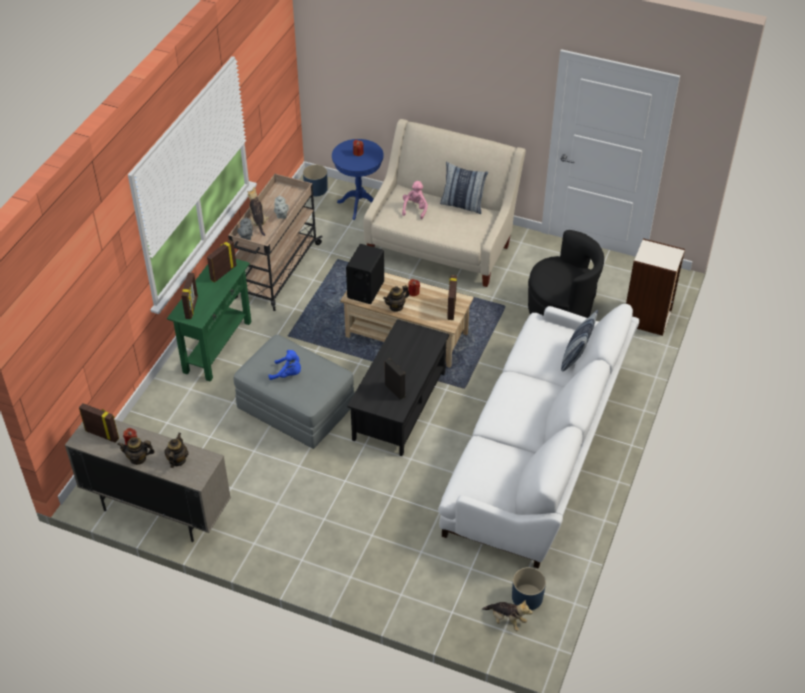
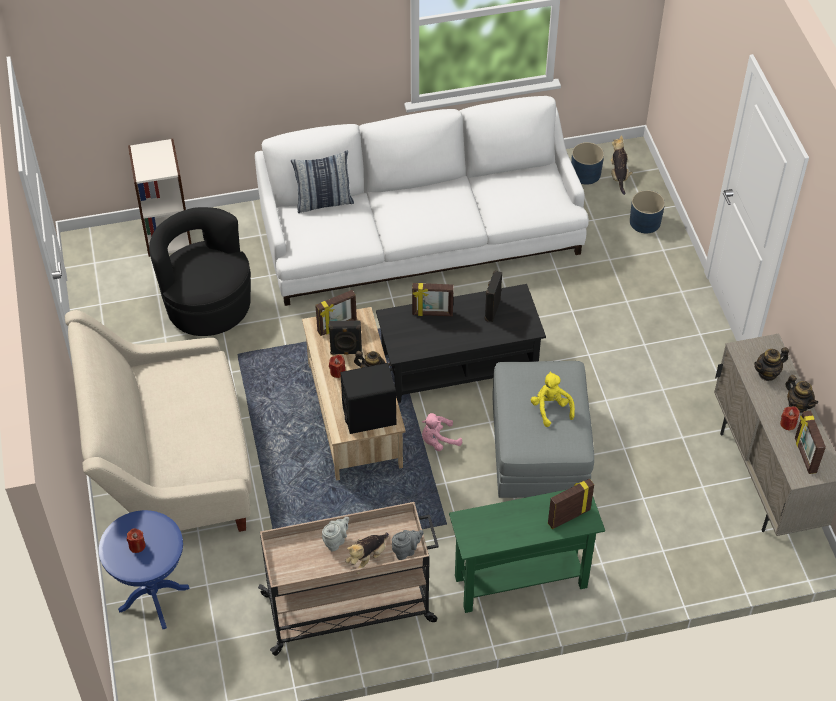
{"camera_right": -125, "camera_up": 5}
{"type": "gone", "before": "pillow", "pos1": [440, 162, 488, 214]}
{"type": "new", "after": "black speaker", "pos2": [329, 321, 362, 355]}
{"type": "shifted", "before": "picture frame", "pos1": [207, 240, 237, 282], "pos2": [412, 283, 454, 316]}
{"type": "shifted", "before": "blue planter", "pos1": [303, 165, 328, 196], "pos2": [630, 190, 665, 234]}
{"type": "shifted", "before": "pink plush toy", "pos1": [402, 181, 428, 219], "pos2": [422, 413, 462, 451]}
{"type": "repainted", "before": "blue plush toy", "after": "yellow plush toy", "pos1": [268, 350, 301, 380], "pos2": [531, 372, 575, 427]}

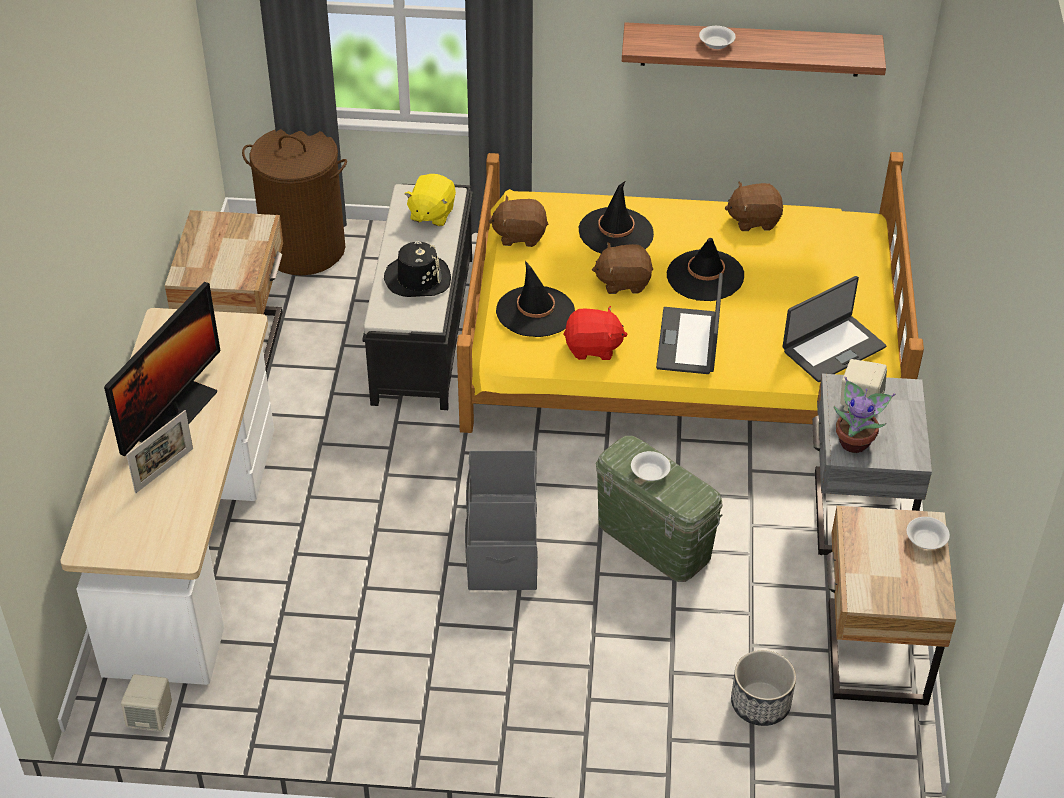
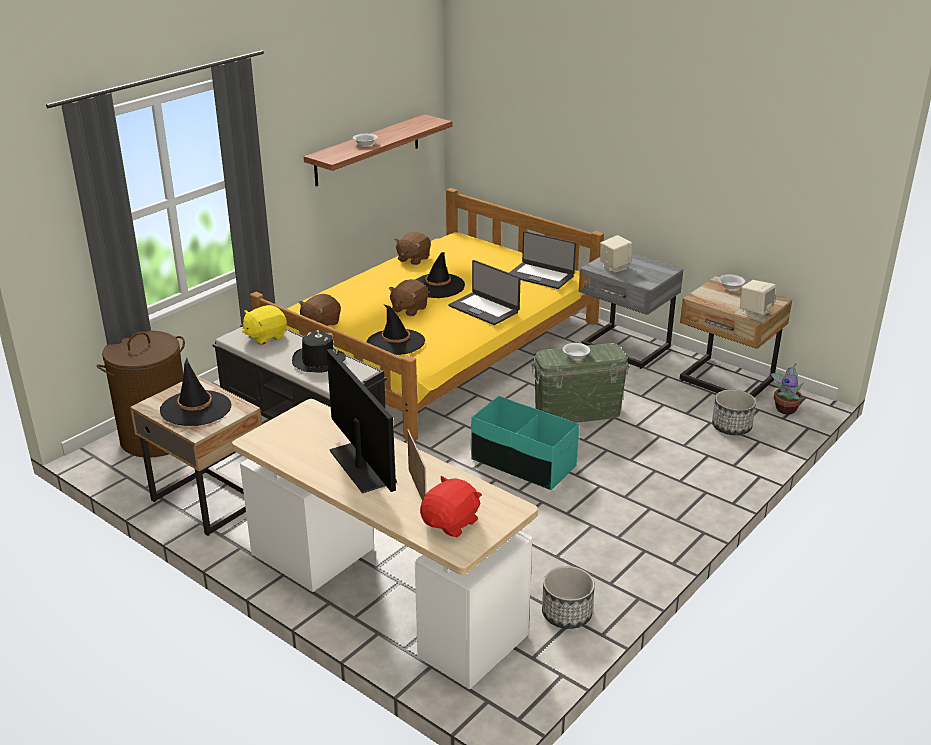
{"camera_right": -55, "camera_up": -15}
{"type": "new", "after": "planter", "pos2": [542, 566, 595, 629]}
{"type": "shifted", "before": "beige speaker", "pos1": [121, 674, 172, 732], "pos2": [740, 280, 776, 319]}
{"type": "shifted", "before": "red plush toy", "pos1": [563, 306, 628, 360], "pos2": [420, 476, 482, 537]}
{"type": "shifted", "before": "black hat", "pos1": [579, 181, 654, 253], "pos2": [160, 358, 231, 426]}
{"type": "shifted", "before": "potted plant", "pos1": [834, 377, 896, 453], "pos2": [769, 363, 803, 415]}
{"type": "repainted", "before": "grey storage box", "after": "turquoise storage box", "pos1": [465, 451, 538, 591], "pos2": [471, 396, 579, 490]}
{"type": "rotated", "before": "yellow plush toy", "pos1": [404, 174, 456, 226], "pos2": [242, 305, 287, 345], "turn": 90}
{"type": "rotated", "before": "laptop", "pos1": [782, 276, 886, 382], "pos2": [509, 231, 576, 289], "turn": 120}

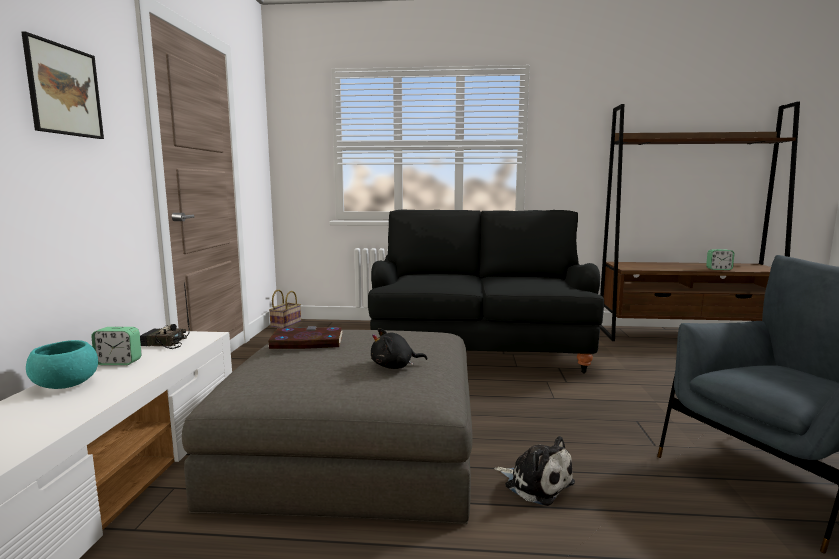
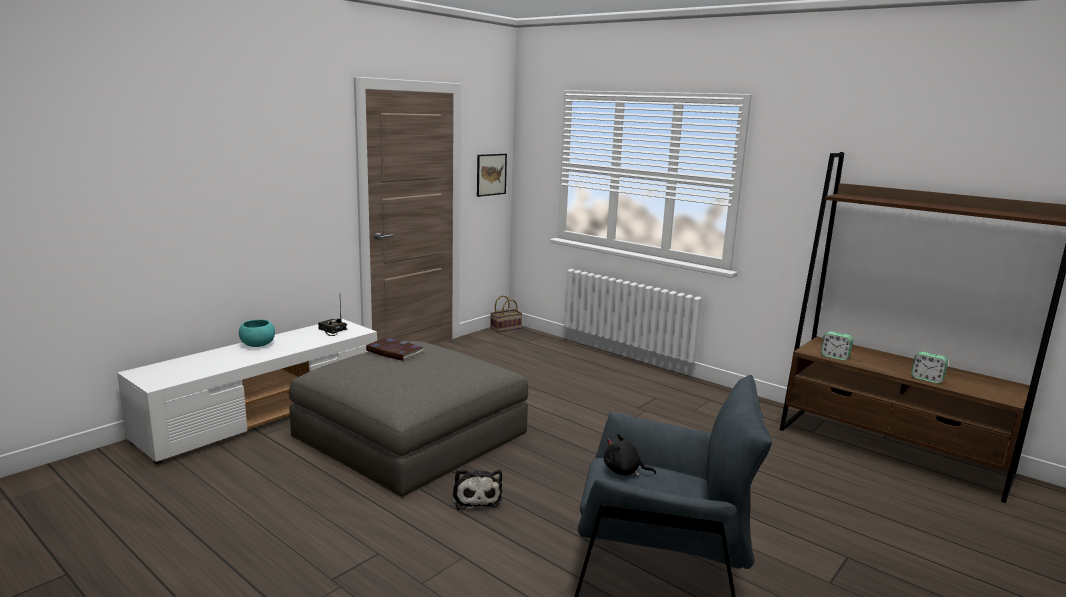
{"camera_right": 35, "camera_up": 5}
{"type": "gone", "before": "black sofa", "pos1": [368, 209, 604, 374]}
{"type": "shifted", "before": "picture", "pos1": [21, 31, 104, 139], "pos2": [477, 154, 507, 197]}
{"type": "shifted", "before": "alarm clock", "pos1": [91, 327, 142, 365], "pos2": [821, 331, 853, 360]}
{"type": "shifted", "before": "black plush toy", "pos1": [371, 328, 427, 369], "pos2": [604, 434, 656, 476]}

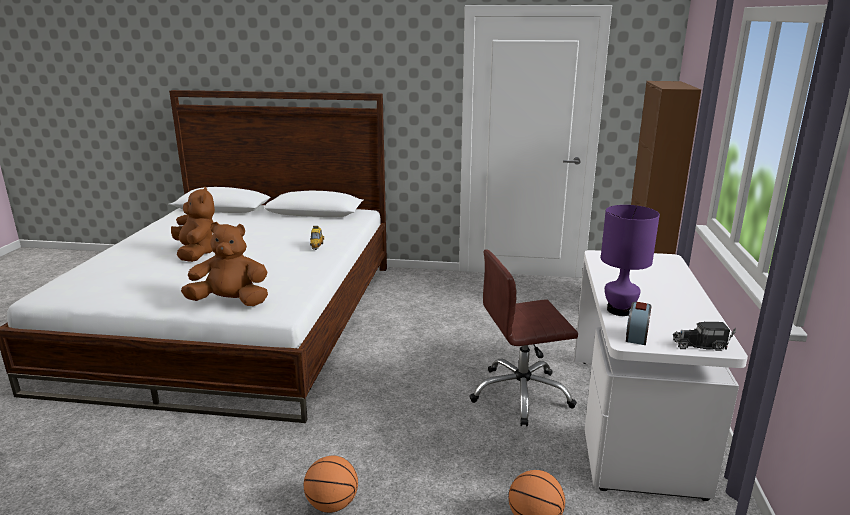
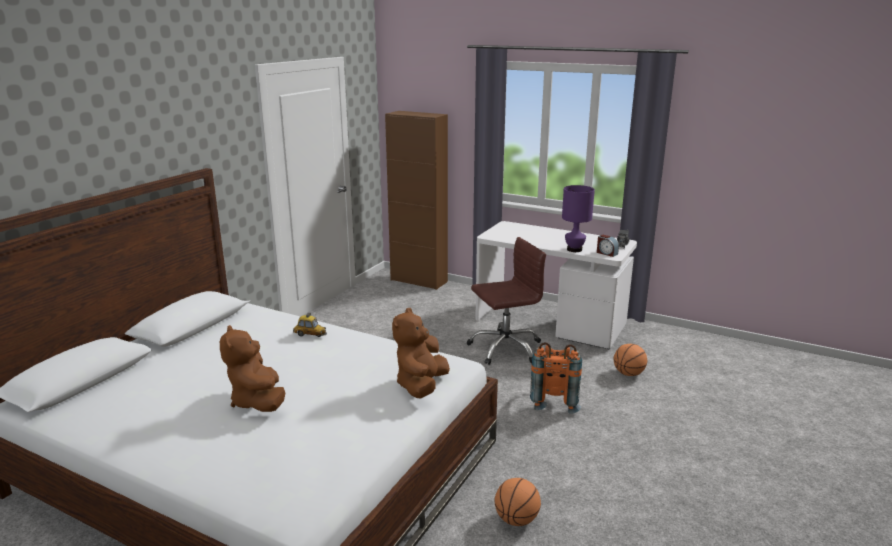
{"camera_right": -70, "camera_up": 0}
{"type": "new", "after": "orange backpack", "pos2": [530, 342, 582, 414]}
{"type": "shifted", "before": "basketball", "pos1": [304, 455, 358, 513], "pos2": [495, 478, 541, 526]}
{"type": "rotated", "before": "brown plush toy", "pos1": [171, 187, 215, 262], "pos2": [220, 325, 285, 412], "turn": -105}
{"type": "rotated", "before": "brown office chair", "pos1": [469, 249, 578, 427], "pos2": [467, 237, 546, 365], "turn": -120}

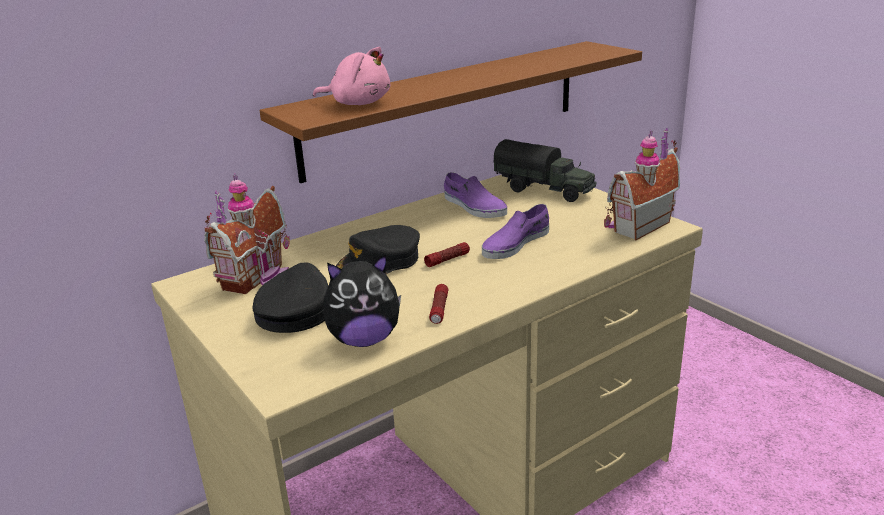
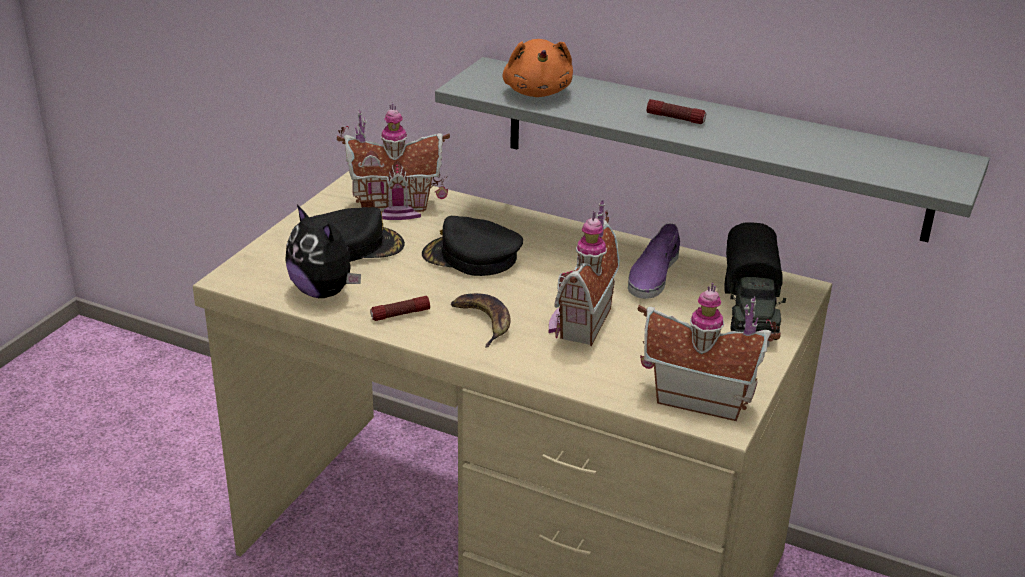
{"camera_right": 60, "camera_up": 5}
{"type": "new", "after": "banana", "pos2": [451, 293, 511, 348]}
{"type": "shifted", "before": "flashlight", "pos1": [424, 242, 470, 267], "pos2": [647, 99, 706, 124]}
{"type": "swapped", "before": "purple shoe", "after": "toy house", "pos1": [482, 204, 549, 259], "pos2": [549, 200, 620, 346]}
{"type": "repainted", "before": "brown shelf", "after": "grey shelf", "pos1": [260, 41, 642, 183], "pos2": [435, 57, 990, 242]}
{"type": "repainted", "before": "pink plush toy", "after": "orange plush toy", "pos1": [313, 47, 390, 105], "pos2": [503, 39, 573, 97]}

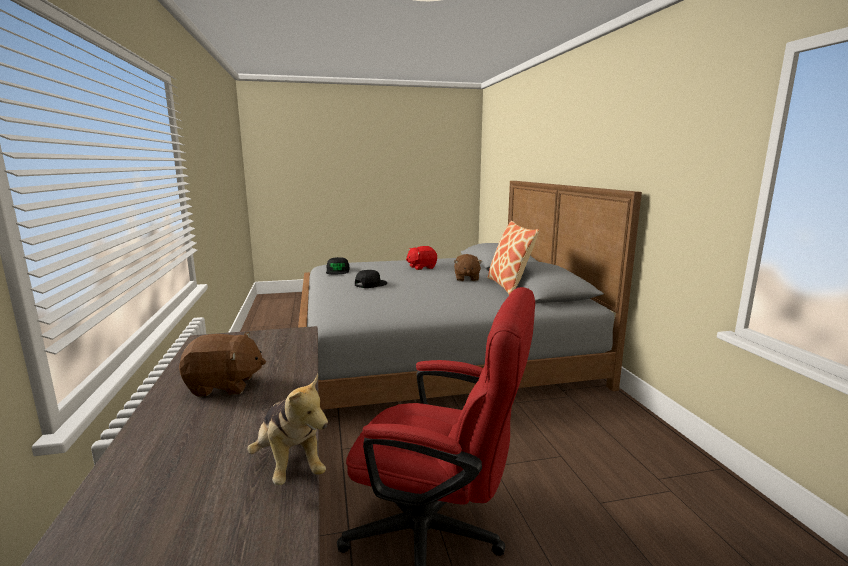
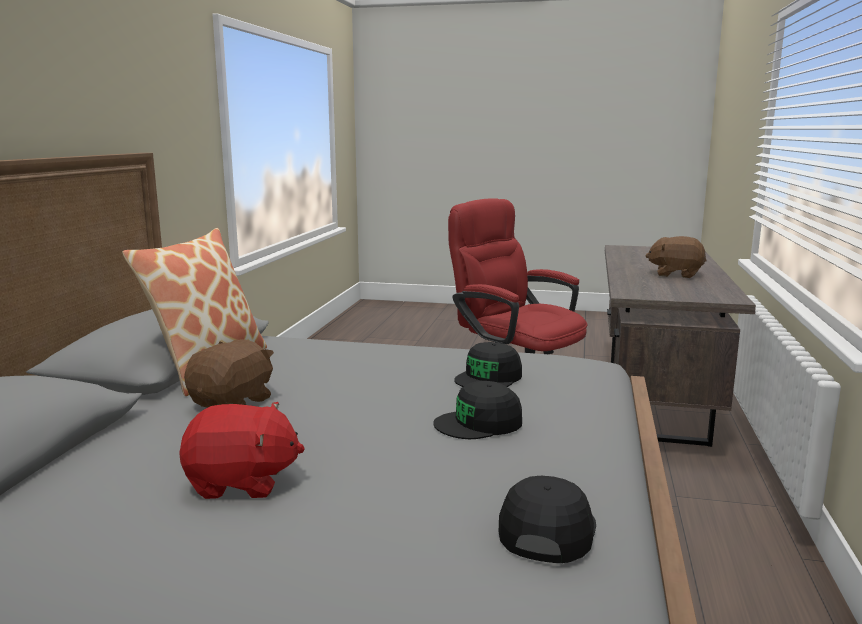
{"camera_right": -155, "camera_up": 0}
{"type": "gone", "before": "plush toy", "pos1": [247, 374, 328, 485]}
{"type": "new", "after": "black cap", "pos2": [454, 342, 522, 387]}

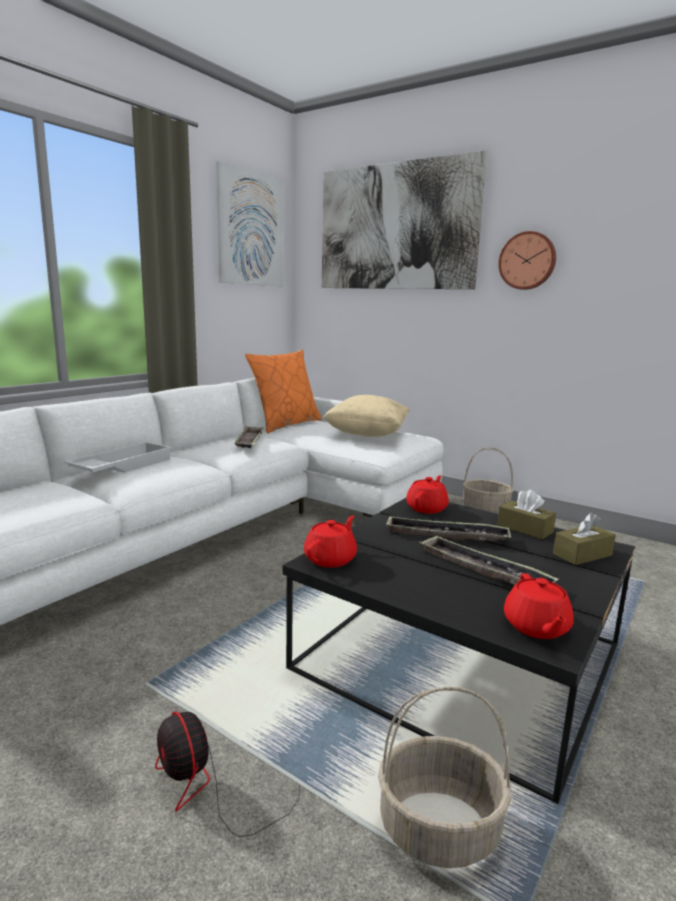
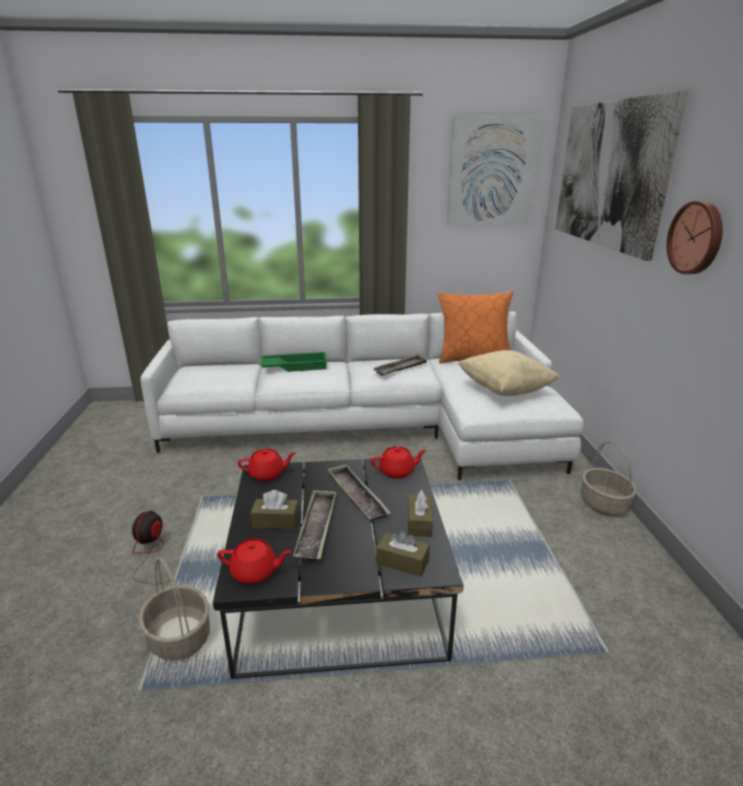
{"camera_right": 50, "camera_up": 10}
{"type": "new", "after": "brown tissue box", "pos2": [250, 490, 299, 529]}
{"type": "repainted", "before": "white tray", "after": "green tray", "pos1": [64, 442, 173, 473], "pos2": [261, 352, 328, 372]}
{"type": "rotated", "before": "red teapot", "pos1": [504, 573, 574, 639], "pos2": [217, 538, 292, 584], "turn": -135}

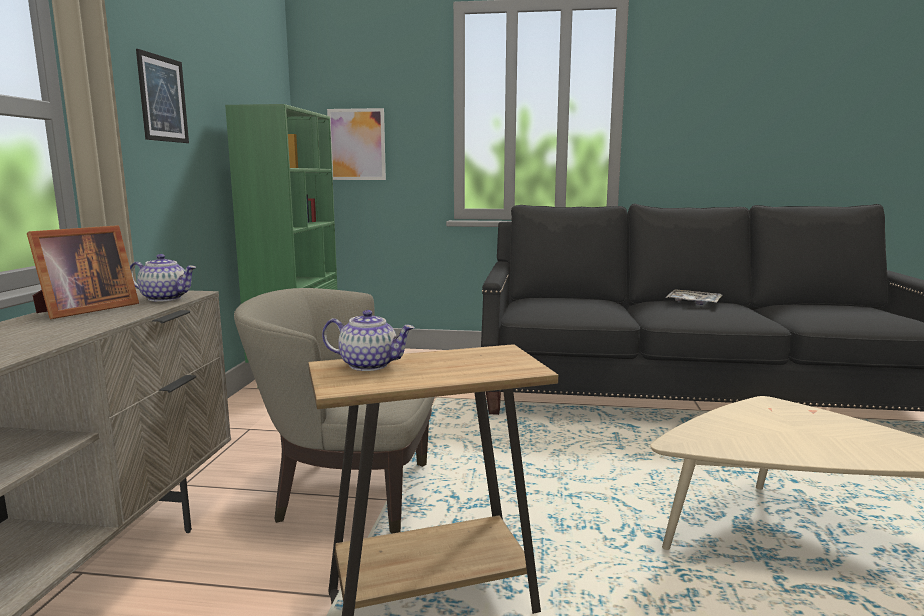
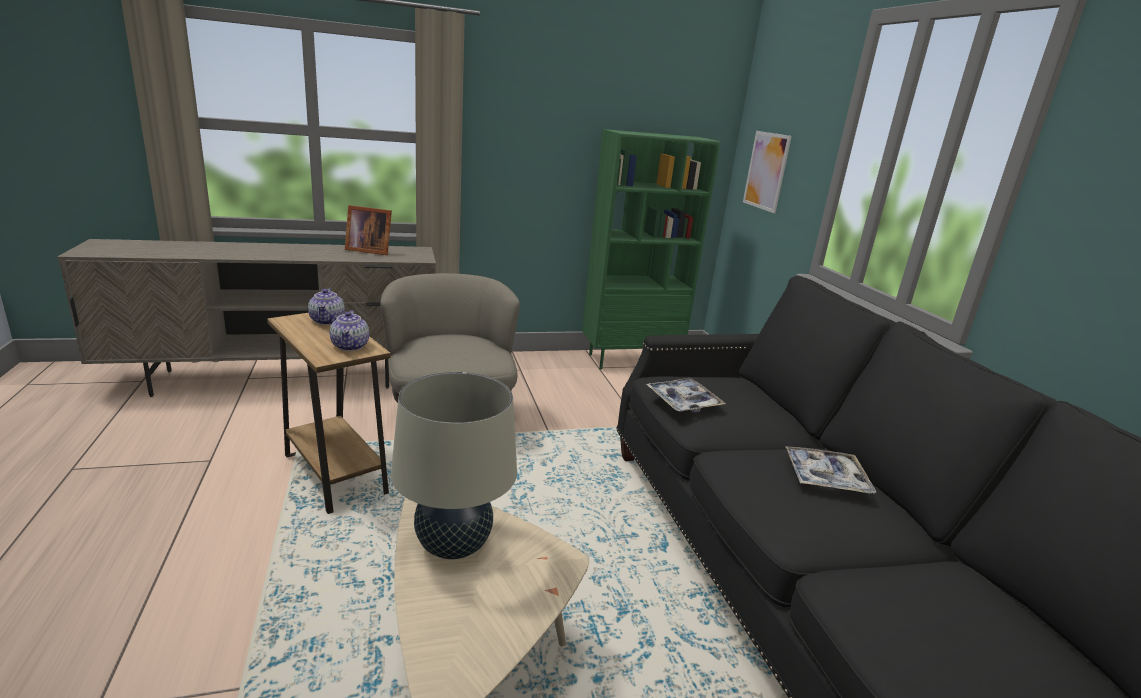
{"camera_right": 65, "camera_up": 10}
{"type": "gone", "before": "picture", "pos1": [136, 49, 189, 143]}
{"type": "new", "after": "beige table lamp", "pos2": [391, 372, 517, 559]}
{"type": "new", "after": "tray", "pos2": [646, 378, 726, 413]}
{"type": "shifted", "before": "teapot", "pos1": [130, 254, 196, 302], "pos2": [330, 310, 369, 351]}

